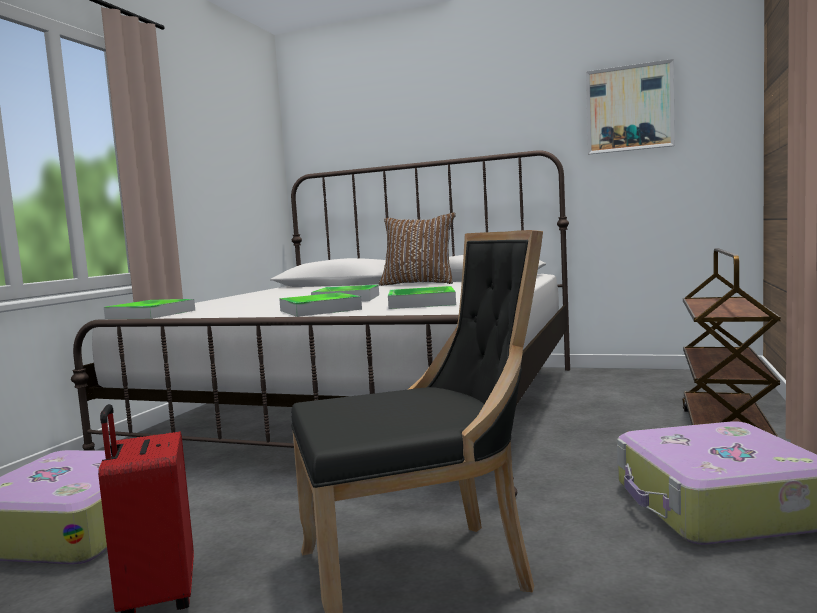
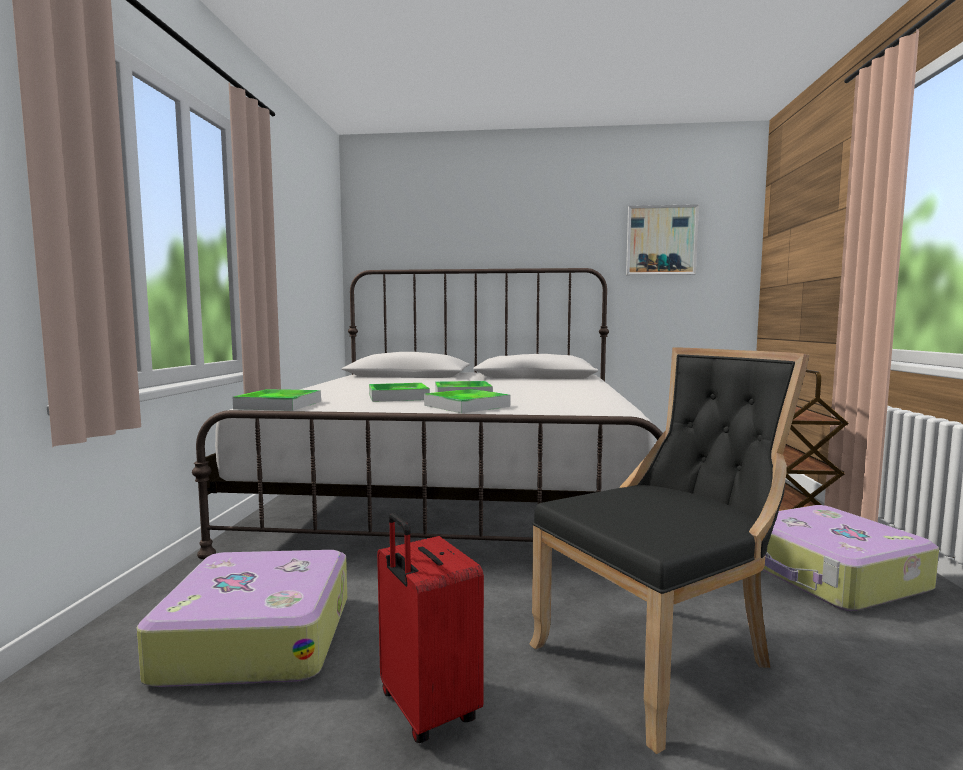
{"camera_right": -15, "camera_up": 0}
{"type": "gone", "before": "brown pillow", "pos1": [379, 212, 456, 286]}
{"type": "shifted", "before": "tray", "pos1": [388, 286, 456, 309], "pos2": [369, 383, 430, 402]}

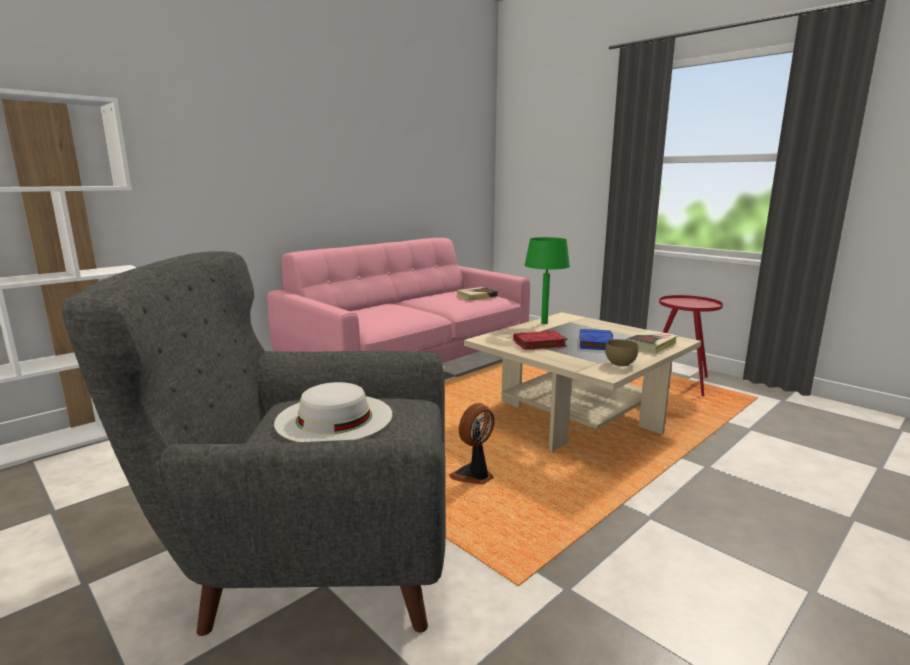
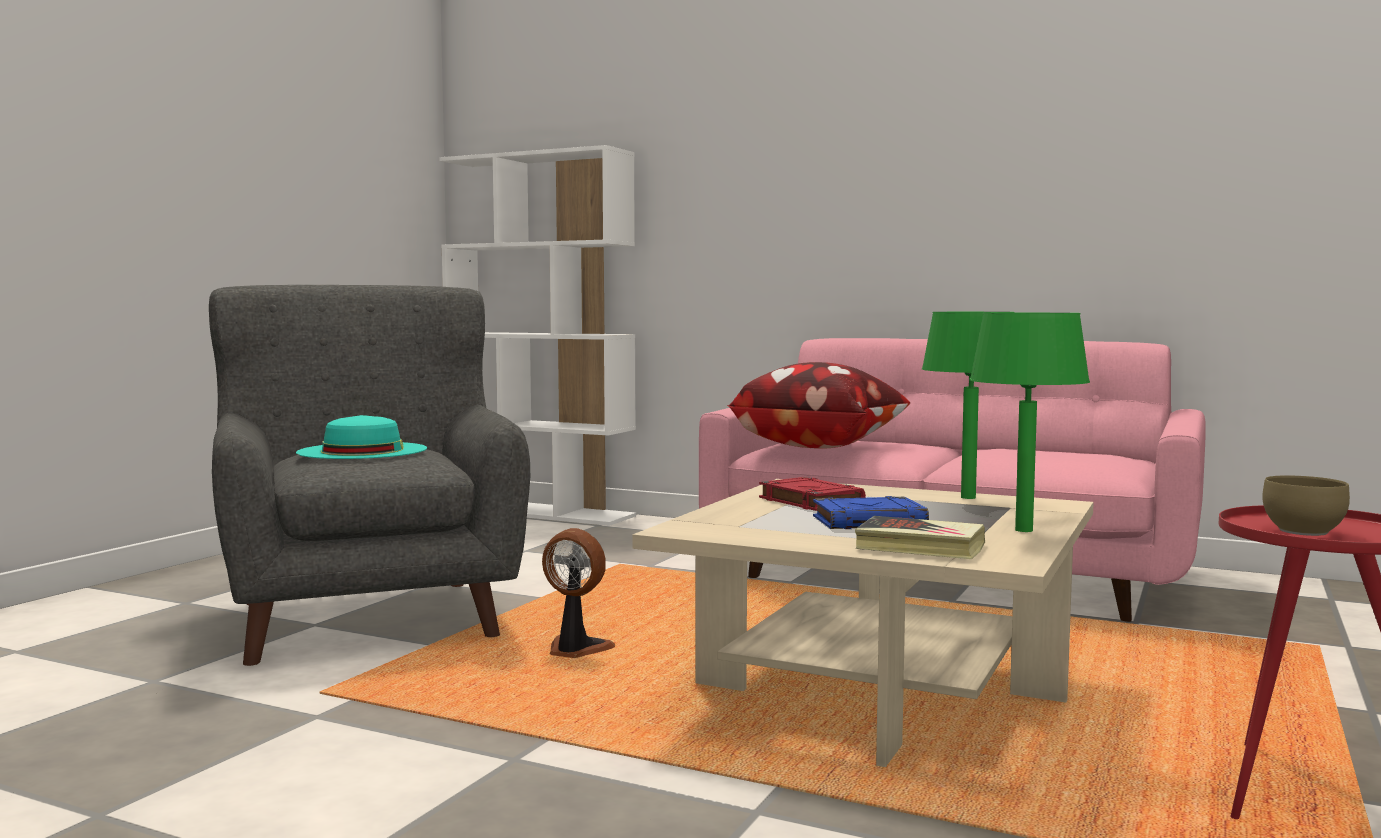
{"camera_right": 70, "camera_up": -10}
{"type": "gone", "before": "book", "pos1": [456, 287, 498, 301]}
{"type": "new", "after": "pillow", "pos2": [727, 362, 910, 449]}
{"type": "new", "after": "green table lamp", "pos2": [970, 313, 1090, 532]}
{"type": "shifted", "before": "brown bowl", "pos1": [605, 339, 638, 367], "pos2": [1262, 475, 1350, 536]}
{"type": "repainted", "before": "white hat", "after": "turquoise hat", "pos1": [274, 382, 392, 442], "pos2": [296, 415, 427, 459]}

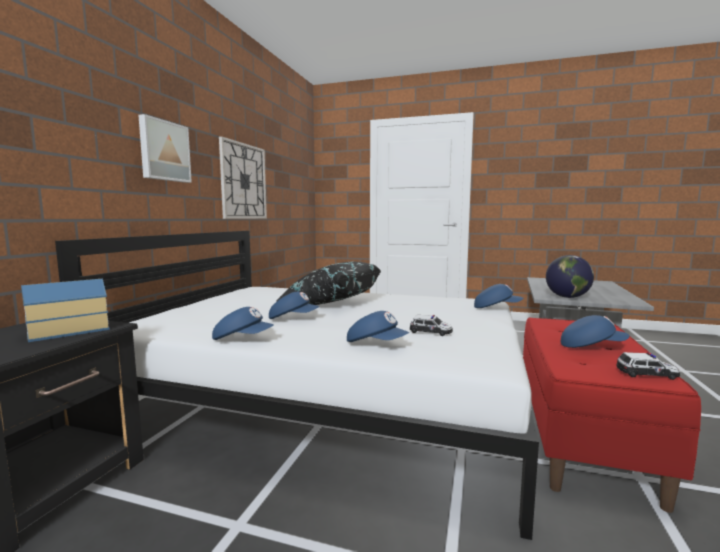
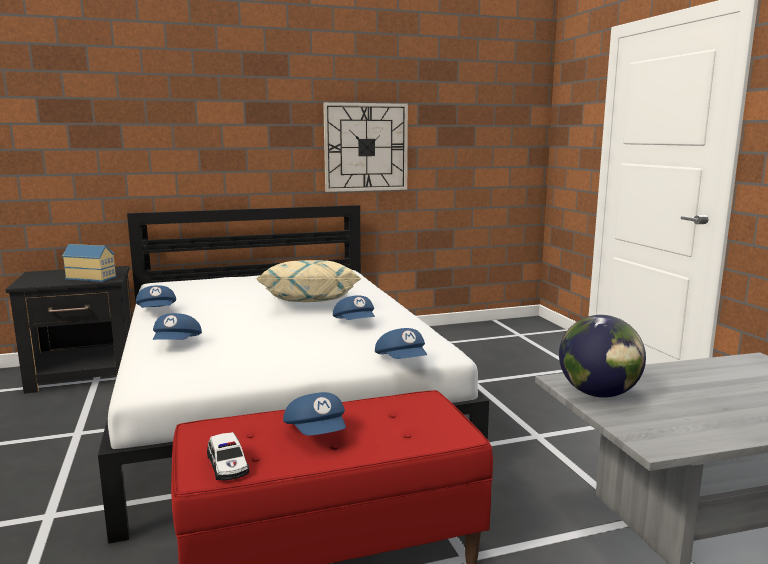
{"camera_right": 55, "camera_up": 5}
{"type": "gone", "before": "picture", "pos1": [138, 114, 192, 183]}
{"type": "gone", "before": "toy car", "pos1": [410, 315, 453, 336]}
{"type": "shifted", "before": "blue cap", "pos1": [269, 292, 320, 319], "pos2": [333, 295, 375, 320]}
{"type": "repainted", "before": "black pillow", "after": "beige pillow", "pos1": [276, 262, 381, 305], "pos2": [255, 260, 362, 302]}

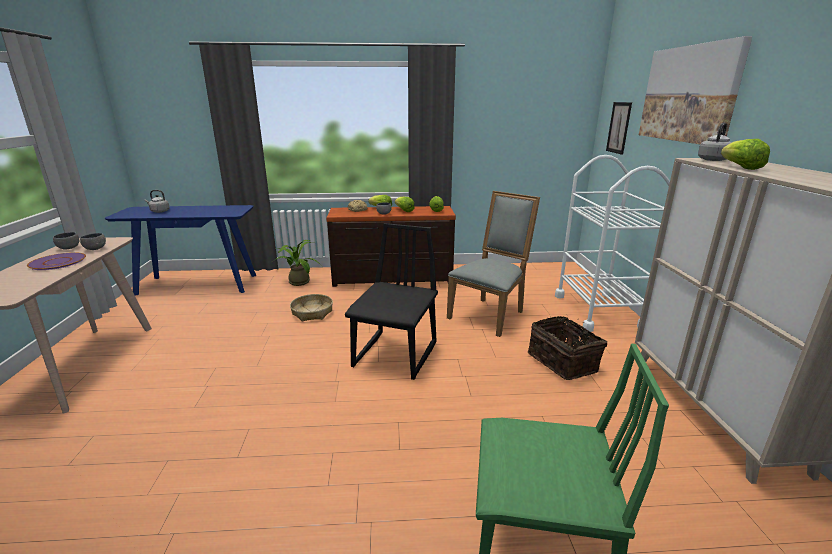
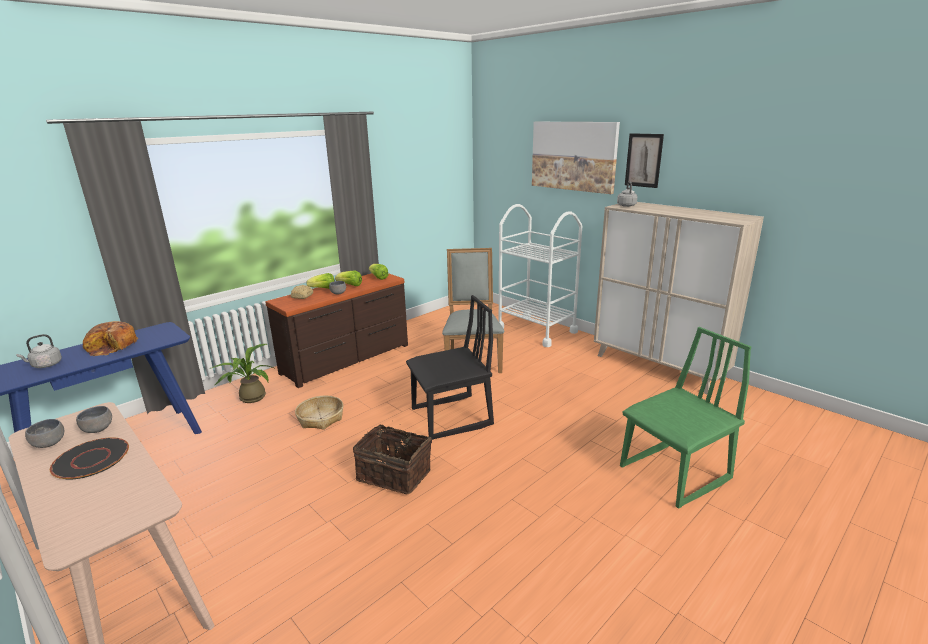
{"camera_right": -40, "camera_up": 0}
{"type": "gone", "before": "lettuce", "pos1": [721, 139, 770, 170]}
{"type": "new", "after": "bread", "pos2": [83, 321, 138, 356]}
{"type": "shifted", "before": "basket", "pos1": [528, 316, 607, 380], "pos2": [353, 421, 432, 494]}
{"type": "shifted", "before": "picture", "pos1": [606, 102, 632, 155], "pos2": [625, 133, 664, 188]}
{"type": "repainted", "before": "purple plate", "after": "black plate", "pos1": [27, 252, 86, 270], "pos2": [50, 437, 129, 480]}
{"type": "rotated", "before": "black chair", "pos1": [345, 223, 438, 380], "pos2": [406, 295, 494, 440], "turn": 90}

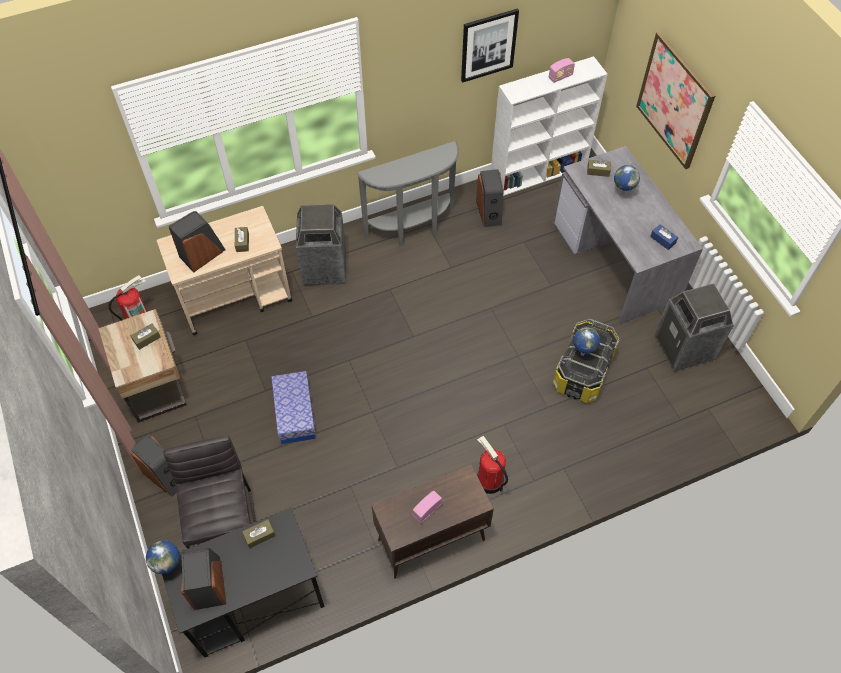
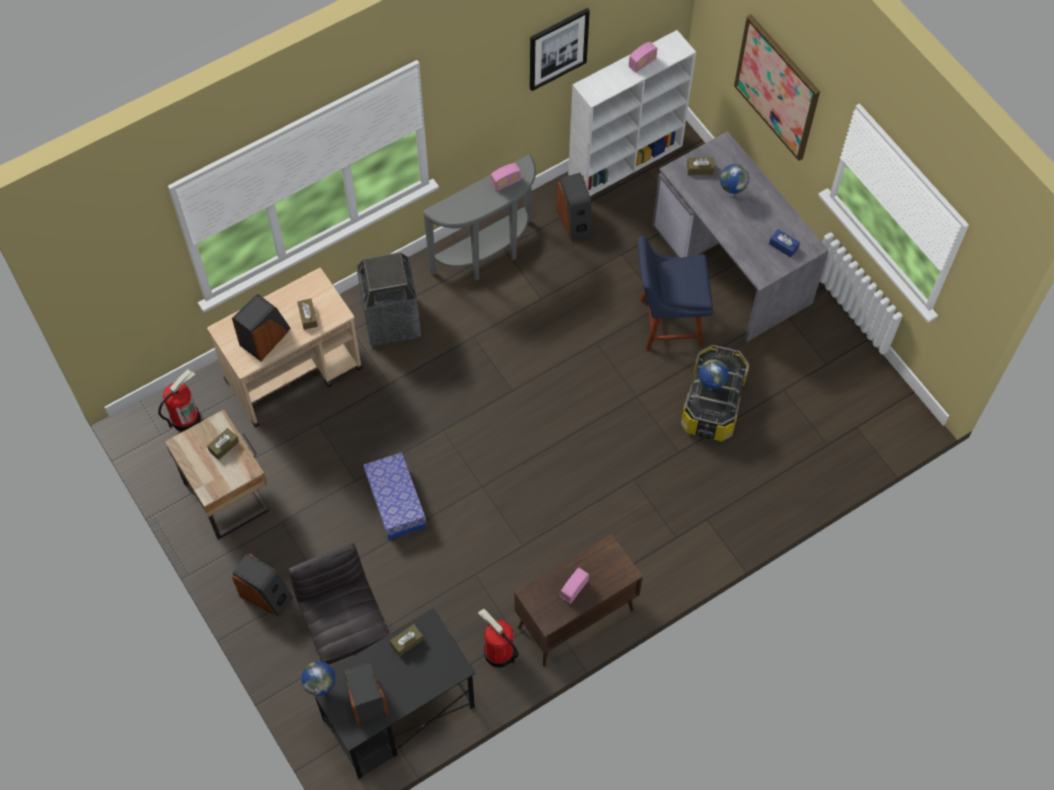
{"camera_right": -10, "camera_up": 5}
{"type": "gone", "before": "trash can", "pos1": [654, 283, 734, 371]}
{"type": "new", "after": "radio", "pos2": [491, 163, 521, 191]}
{"type": "new", "after": "blue chair", "pos2": [638, 236, 713, 350]}
{"type": "shifted", "before": "fire extinguisher", "pos1": [477, 436, 508, 494], "pos2": [478, 609, 518, 667]}

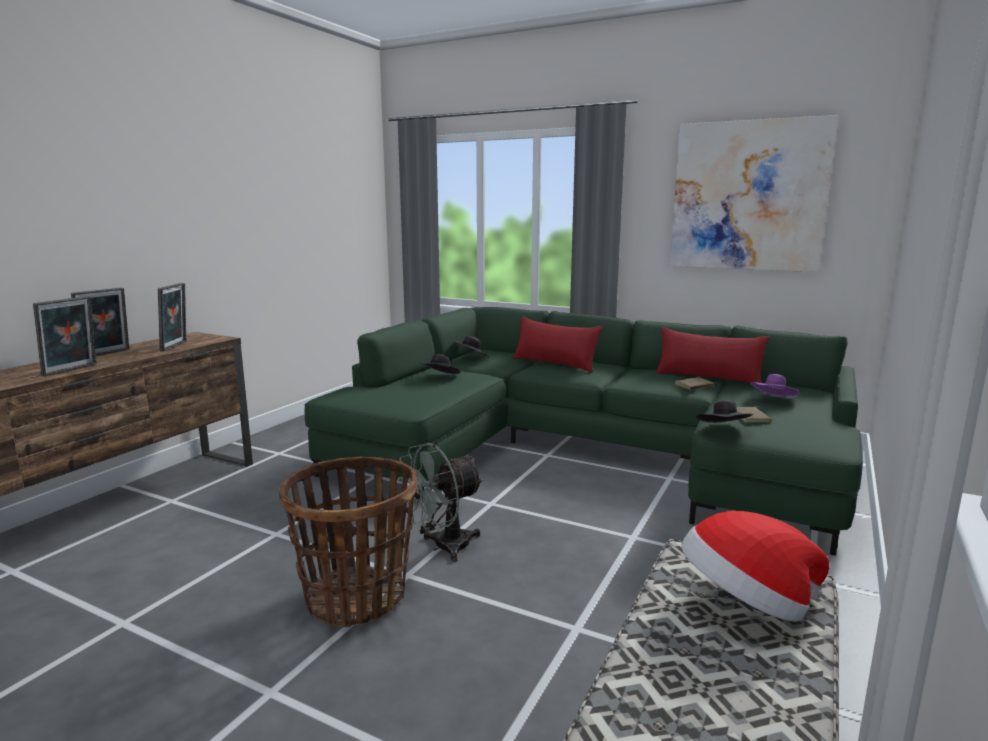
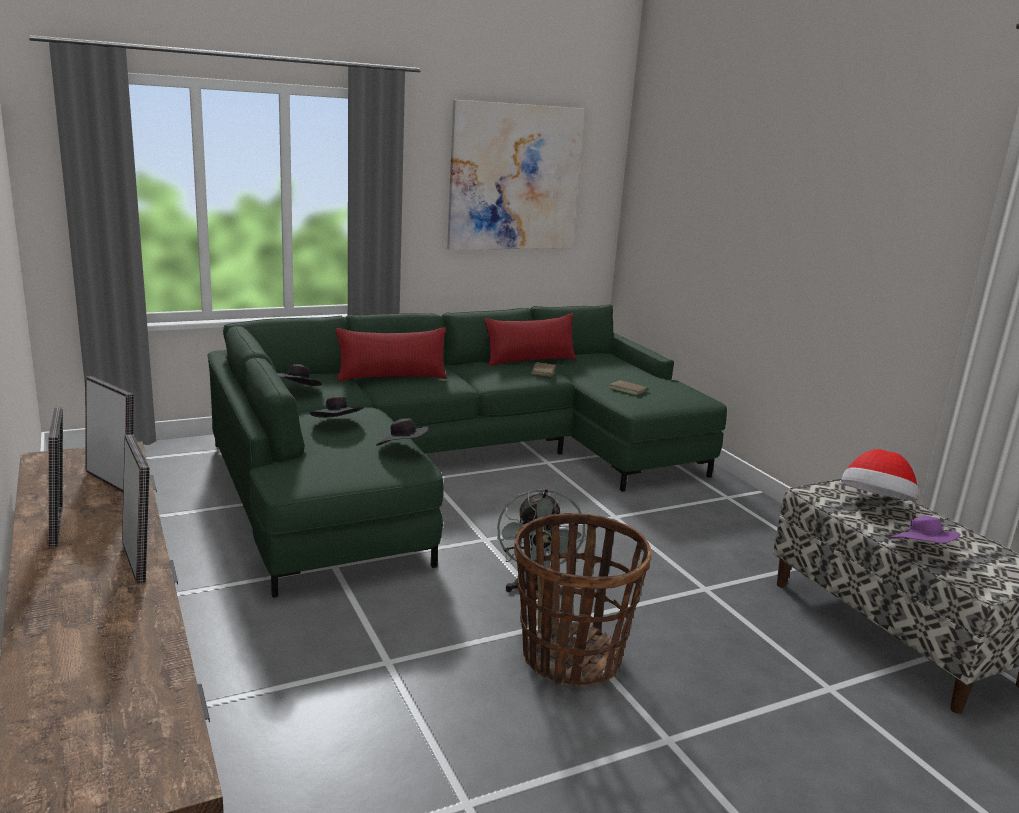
{"camera_right": -55, "camera_up": 5}
{"type": "shifted", "before": "black hat", "pos1": [696, 400, 754, 423], "pos2": [376, 418, 429, 446]}
{"type": "shifted", "before": "purple hat", "pos1": [749, 374, 800, 397], "pos2": [888, 516, 961, 543]}

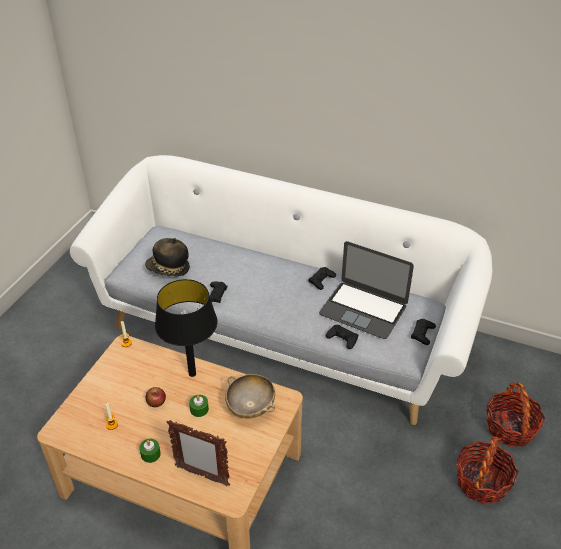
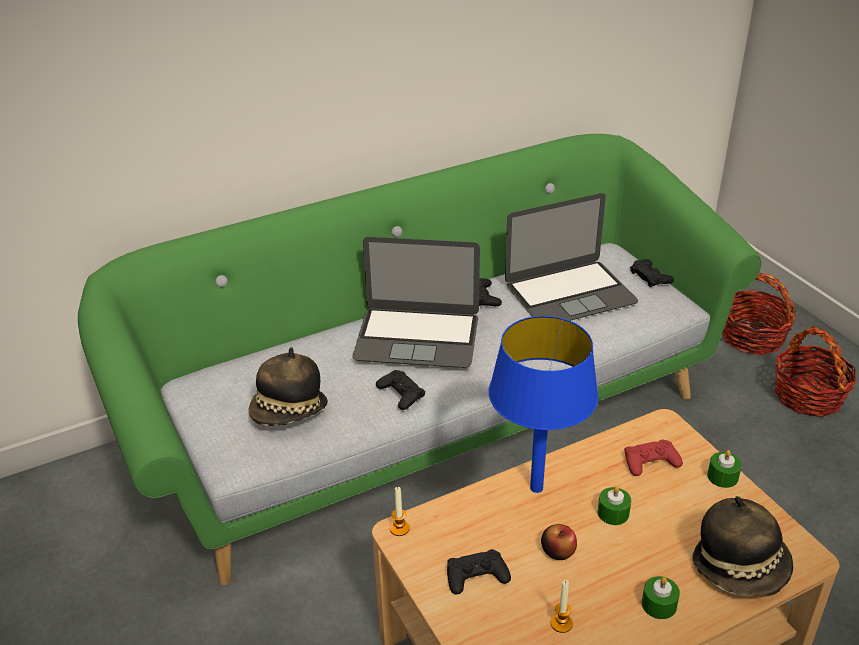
{"camera_right": -50, "camera_up": -5}
{"type": "new", "after": "laptop", "pos2": [352, 237, 480, 368]}
{"type": "new", "after": "green candle", "pos2": [707, 450, 742, 488]}
{"type": "shifted", "before": "black game controller", "pos1": [326, 325, 358, 349], "pos2": [447, 549, 511, 595]}
{"type": "swapped", "before": "picture frame", "after": "hat", "pos1": [167, 420, 230, 486], "pos2": [692, 496, 793, 597]}
{"type": "swapped", "before": "beige bowl", "after": "red game controller", "pos1": [225, 374, 275, 418], "pos2": [624, 440, 683, 476]}
{"type": "repainted", "before": "white sofa", "after": "green sofa", "pos1": [70, 155, 492, 425], "pos2": [78, 134, 761, 585]}
{"type": "repainted", "before": "black table lamp", "after": "blue table lamp", "pos1": [155, 279, 218, 377], "pos2": [489, 316, 599, 493]}

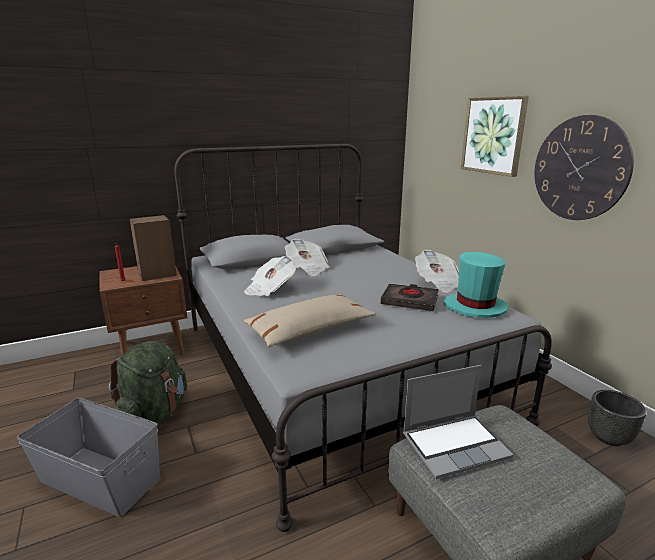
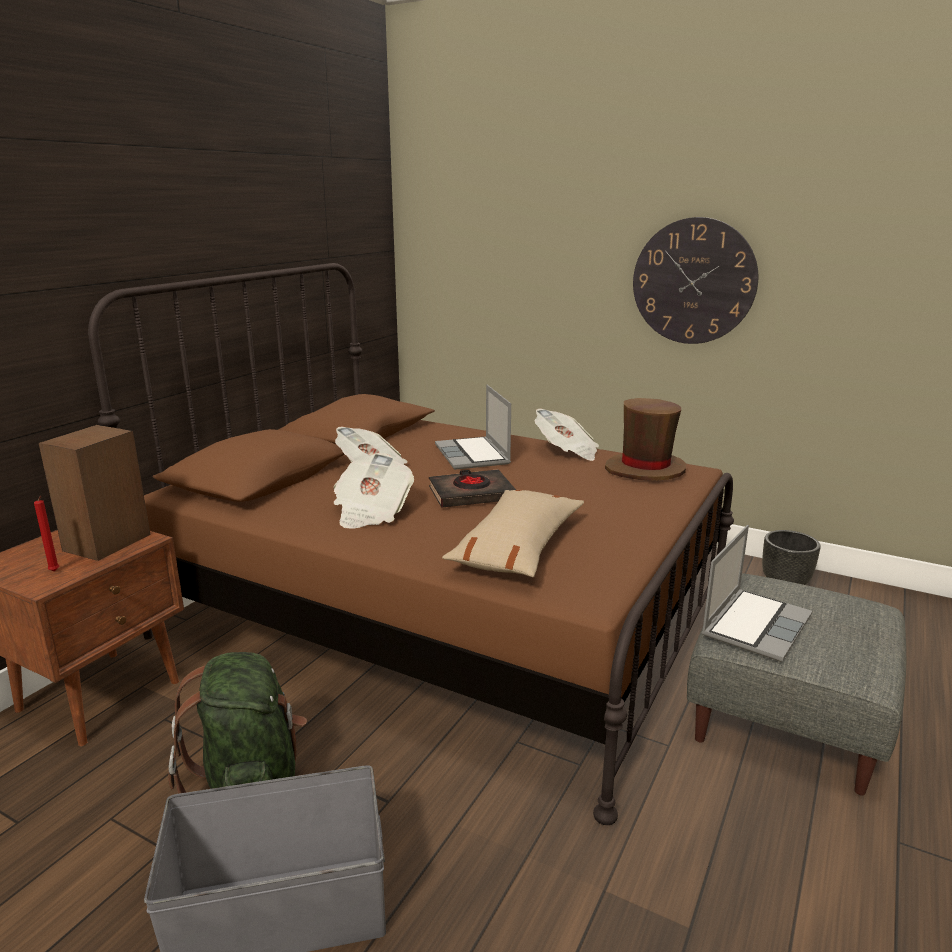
{"camera_right": -35, "camera_up": 0}
{"type": "gone", "before": "picture", "pos1": [461, 96, 529, 177]}
{"type": "new", "after": "laptop", "pos2": [435, 385, 511, 470]}
{"type": "shifted", "before": "black book", "pos1": [381, 284, 439, 311], "pos2": [429, 469, 516, 508]}
{"type": "repainted", "before": "grey bed", "after": "brown bed", "pos1": [174, 144, 552, 532], "pos2": [88, 263, 734, 825]}
{"type": "repainted", "before": "turquoise hat", "after": "brown hat", "pos1": [443, 252, 508, 318], "pos2": [605, 398, 686, 481]}

